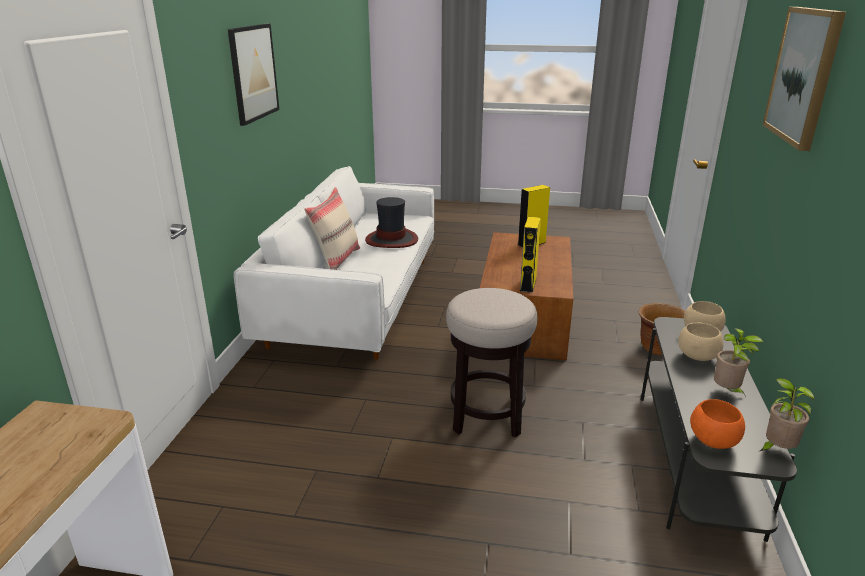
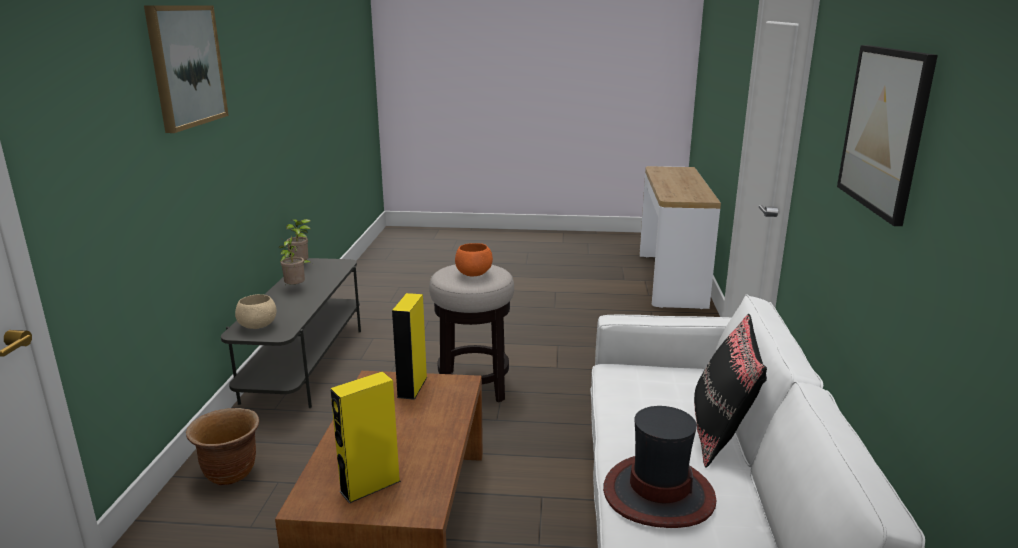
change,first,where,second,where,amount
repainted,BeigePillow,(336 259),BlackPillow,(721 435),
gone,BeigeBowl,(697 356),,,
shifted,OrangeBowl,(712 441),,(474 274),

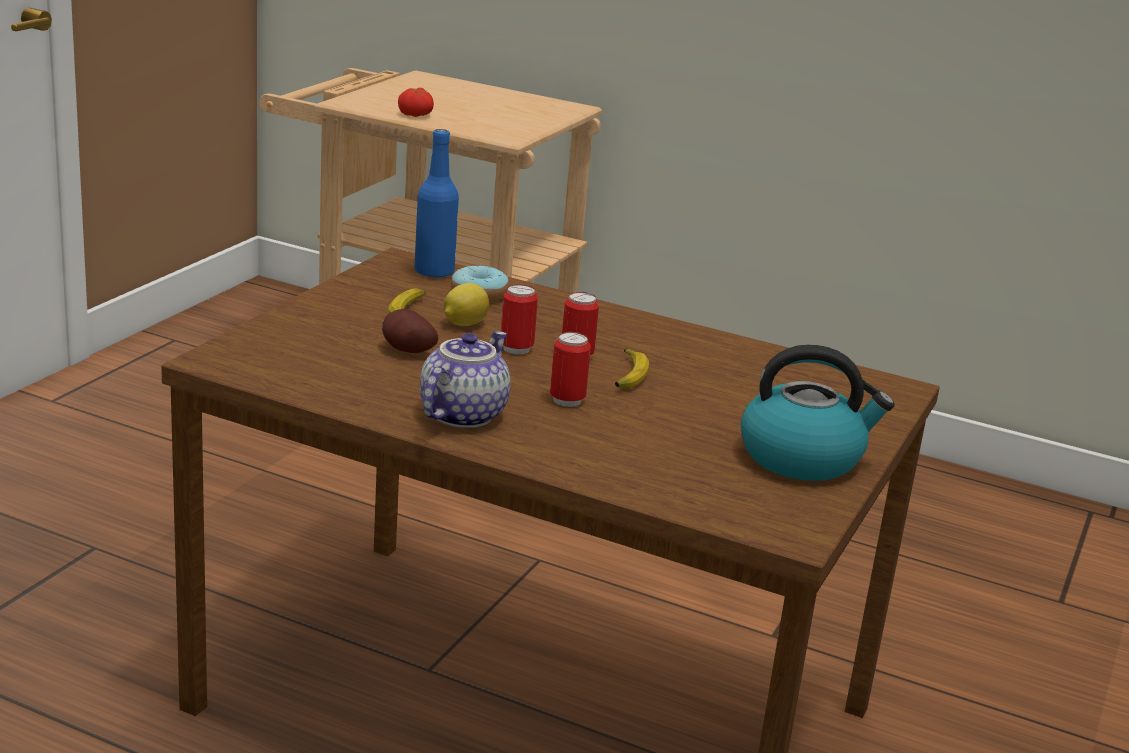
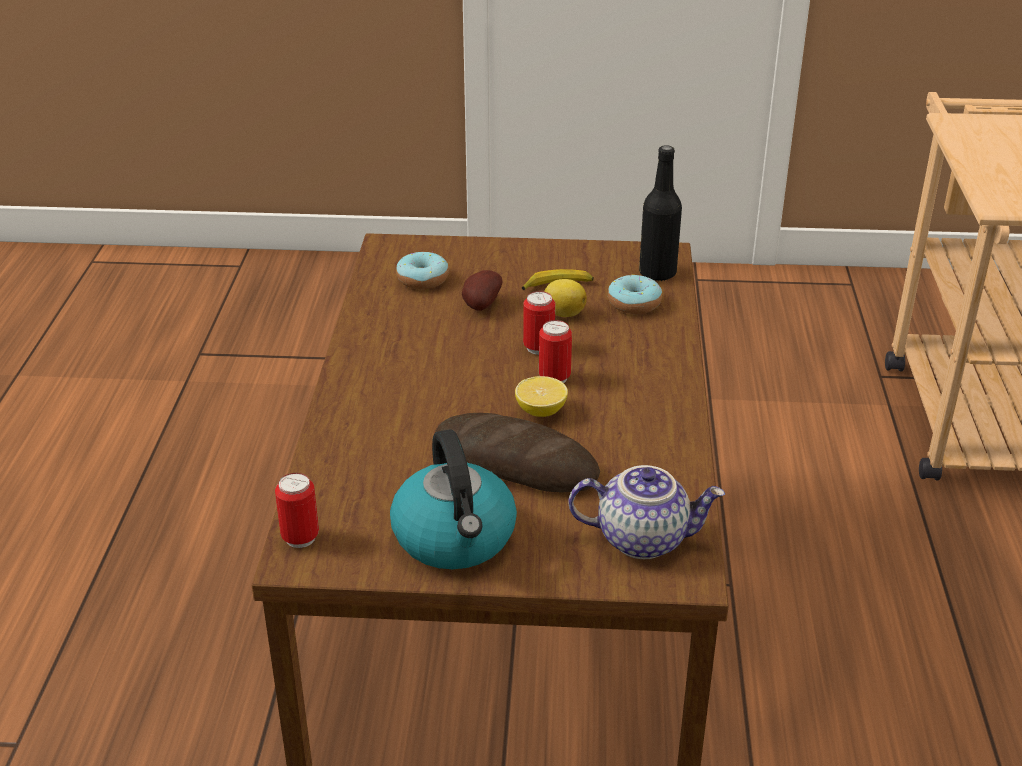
change,first,where,second,where,amount
gone,Tomato,(416 115),,,
repainted,BlueBottle,(434 272),BlackBottle,(657 273),
shifted,Teapot,(461 414),,(643 538),
shifted,Can,(567 400),,(300 538),
swapped,Banana,(628 376),Lemon,(541 411),
new,,,Donut,(422 279),
new,,,Bread,(515 462),

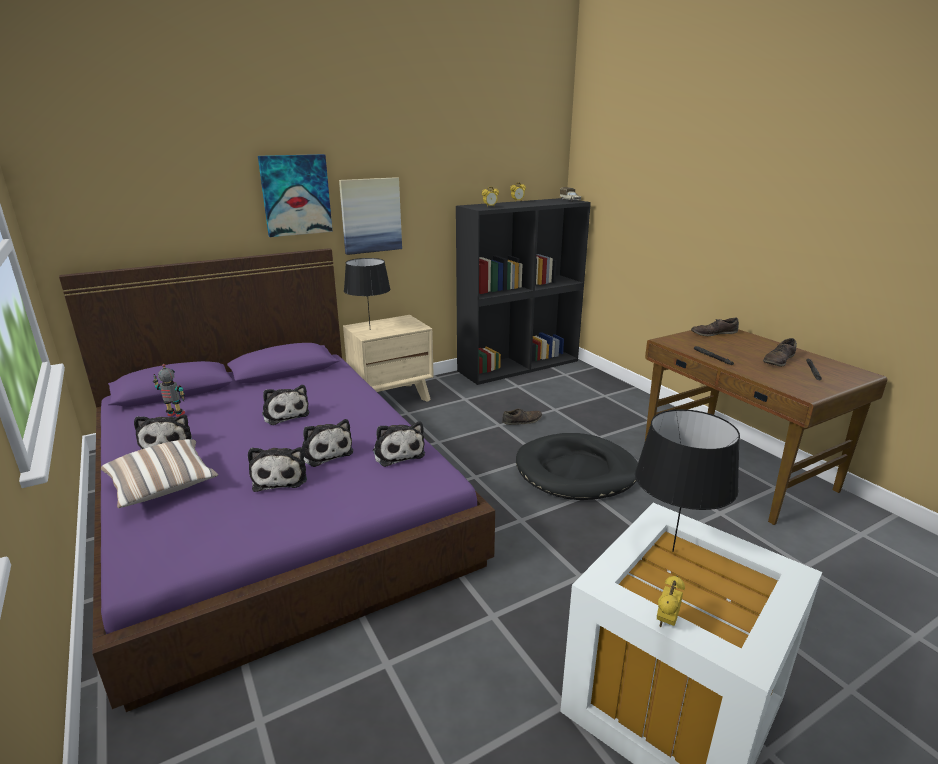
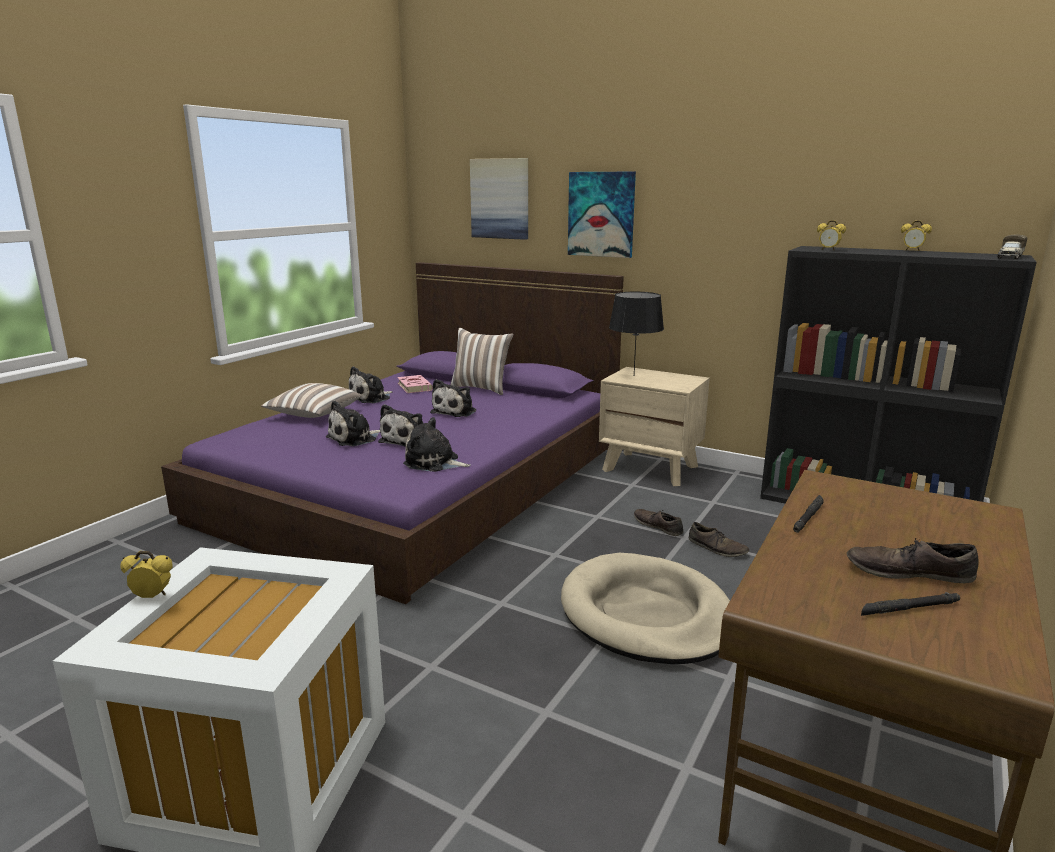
change,first,where,second,where,amount
shifted,Picture,(371 215),,(500 199),
shifted,BrownShoe,(713 333),,(658 526),
swapped,ToyRobot,(175 415),PinkBook,(414 387),
gone,BlackTableLamp,(673 551),,,
rotated,PlushToy,(398 452),,(434 463),75 degrees clockwise
repainted,BlackDogBed,(576 471),BeigeDogBed,(646 614),
new,,,Pillow,(481 388),

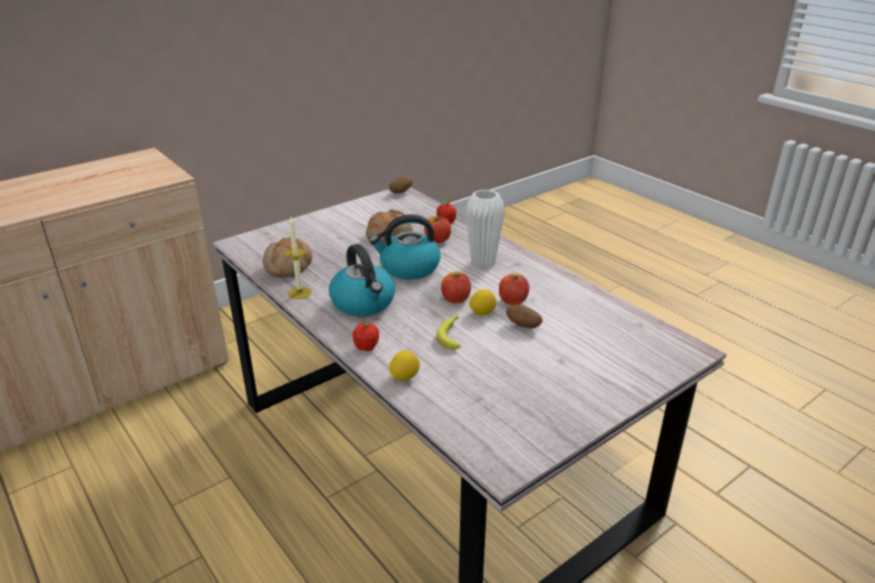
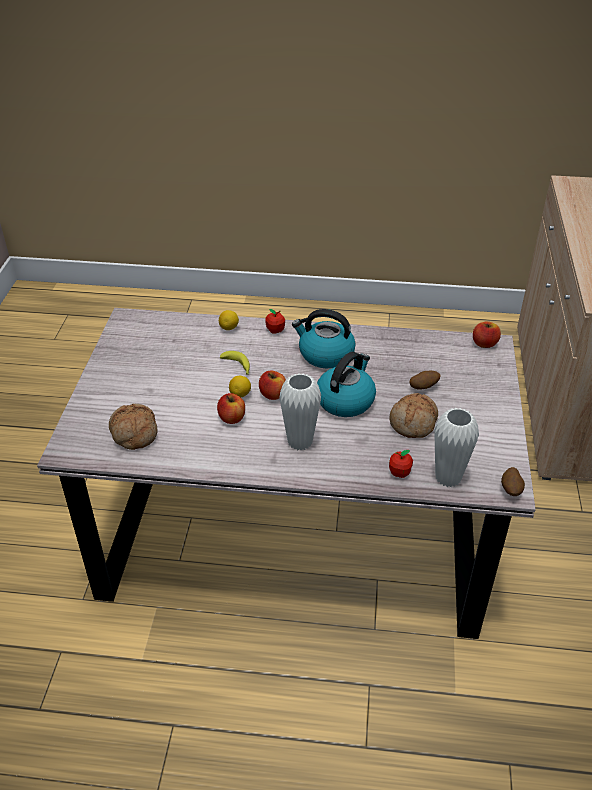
change,first,where,second,where,amount
shifted,Apple,(437 240),,(484 343),
gone,Candle,(300 293),,,
shifted,Bread,(289 267),,(133 433),
shifted,Potato,(523 326),,(423 387),
new,,,WhiteVase,(448 478),

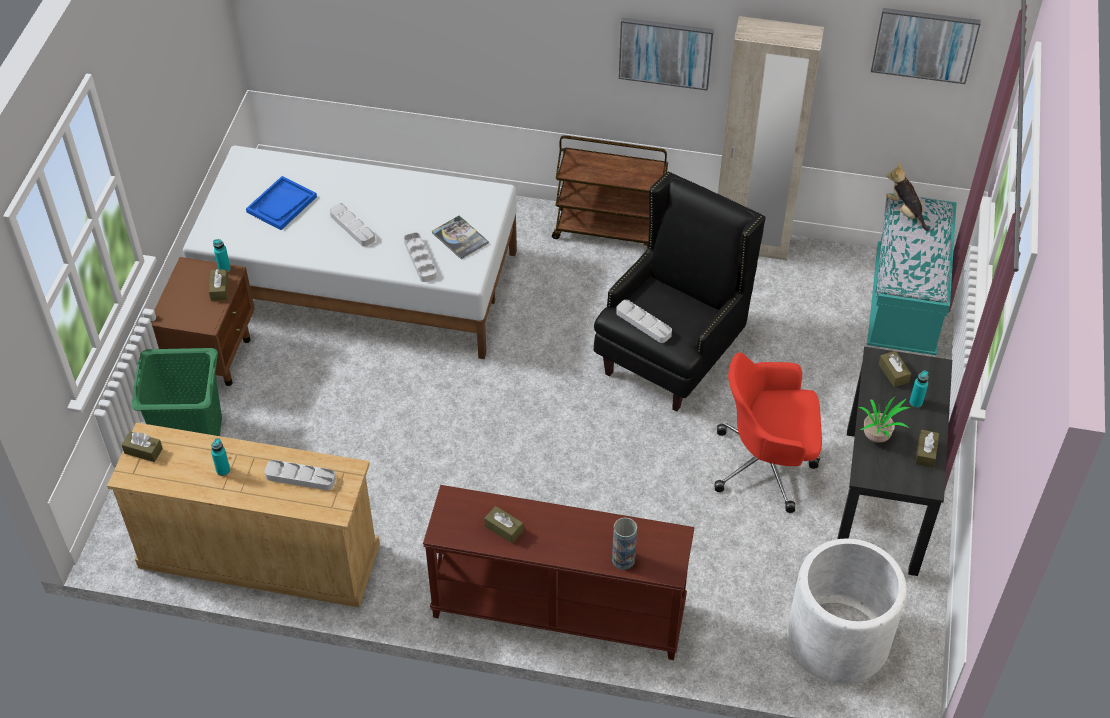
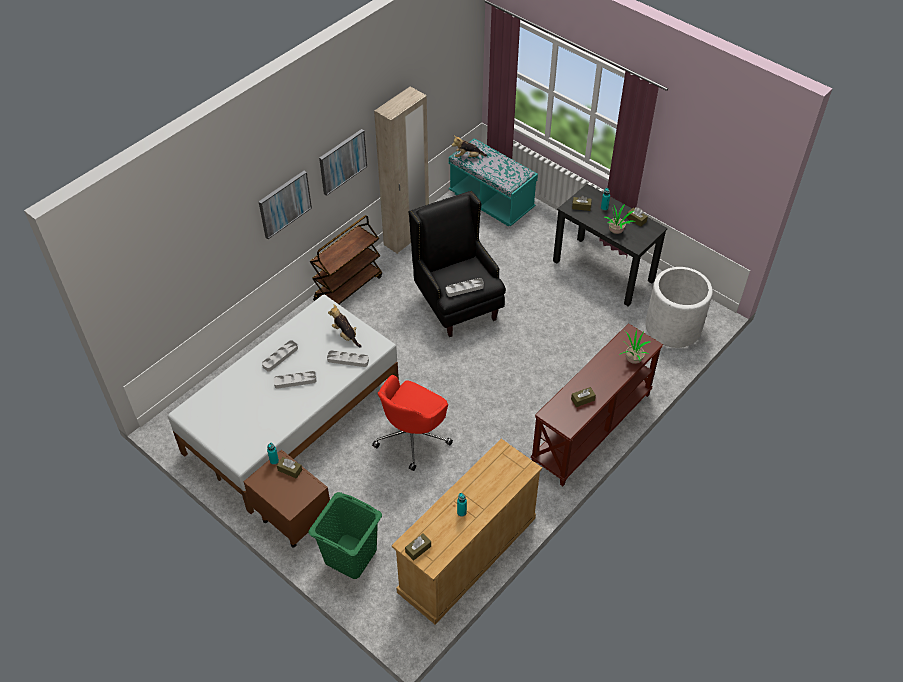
change,first,where,second,where,amount
shifted,Picture,(924 44),,(284 204),
gone,BlueTray,(281 204),,,
swapped,Book,(460 238),PlushToy,(345 335),
shifted,RedOfficeChair,(767 464),,(413 437),
shifted,GreyTray,(300 477),,(280 357),
swapped,Vase,(623 559),PottedPlant,(632 359),

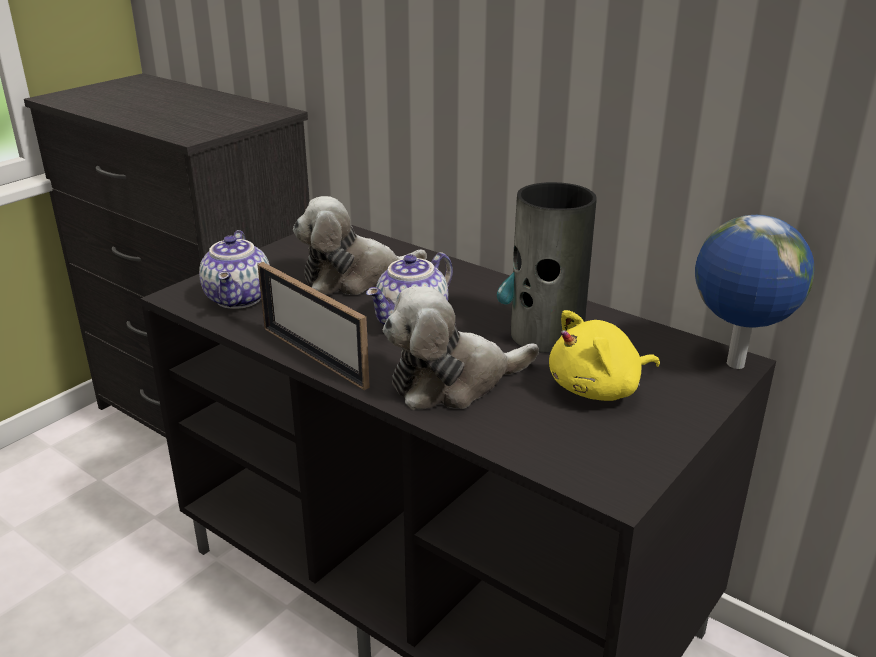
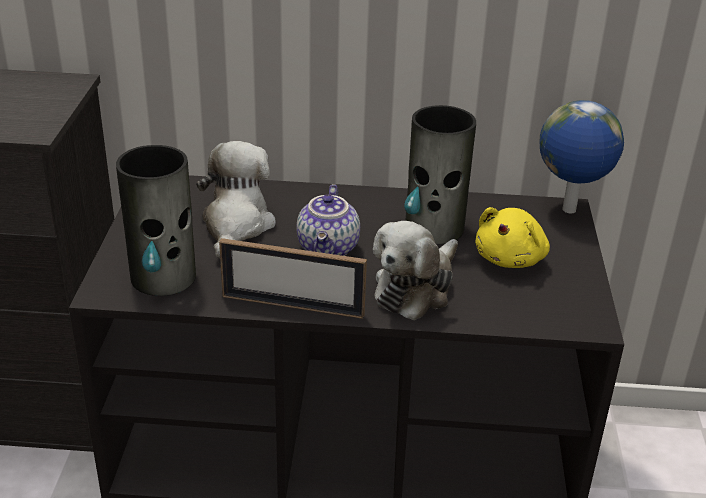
change,first,where,second,where,amount
rotated,PlushToy,(354 278),,(236 225),150 degrees clockwise
swapped,Teapot,(240 299),Vase,(164 277),

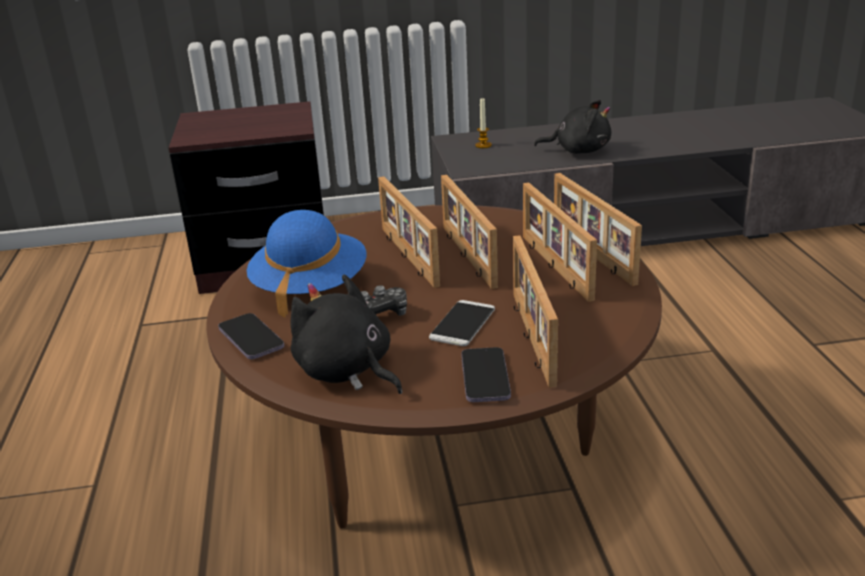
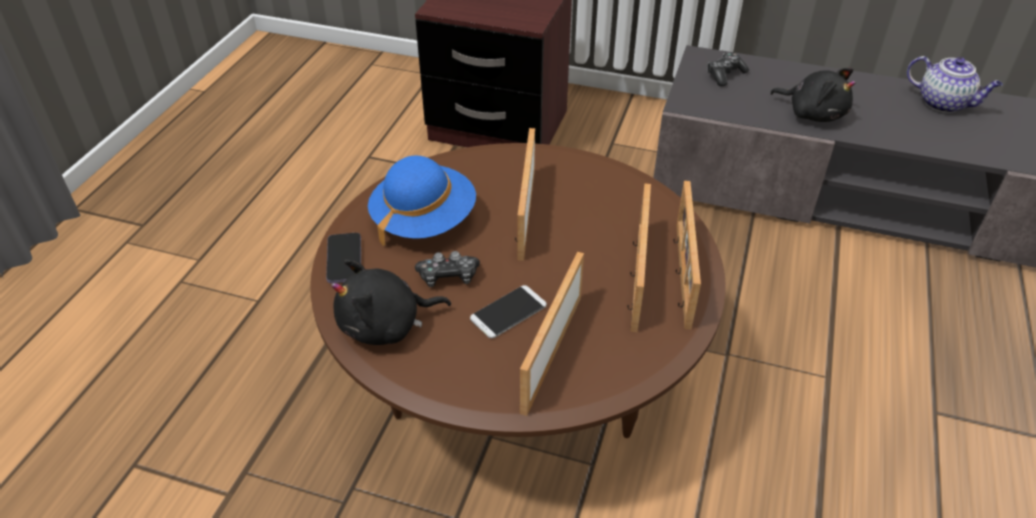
change,first,where,second,where,amount
swapped,Candle,(483 145),GameController,(725 75),
gone,PictureFrame,(466 256),,,
rotated,BlackPlushToy,(347 371),,(386 326),90 degrees counterclockwise
gone,Phone,(485 377),,,
new,,,Teapot,(944 103),

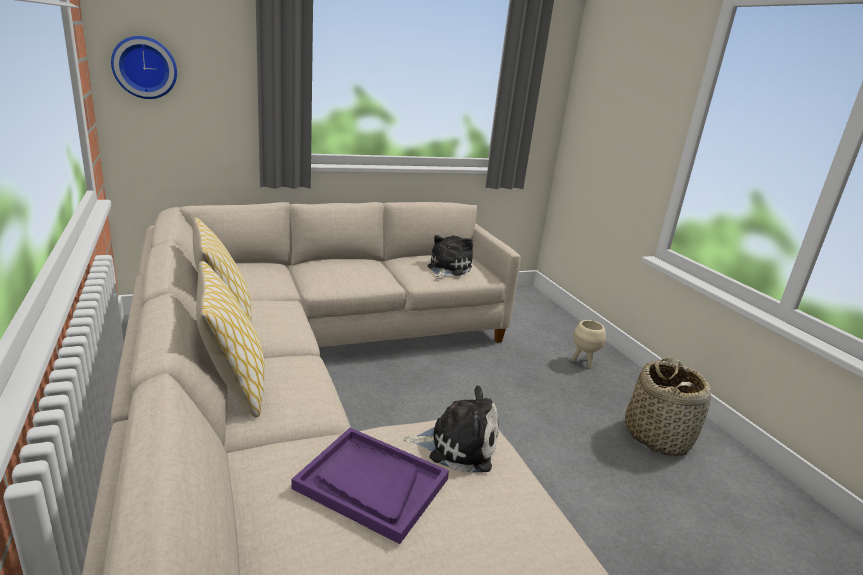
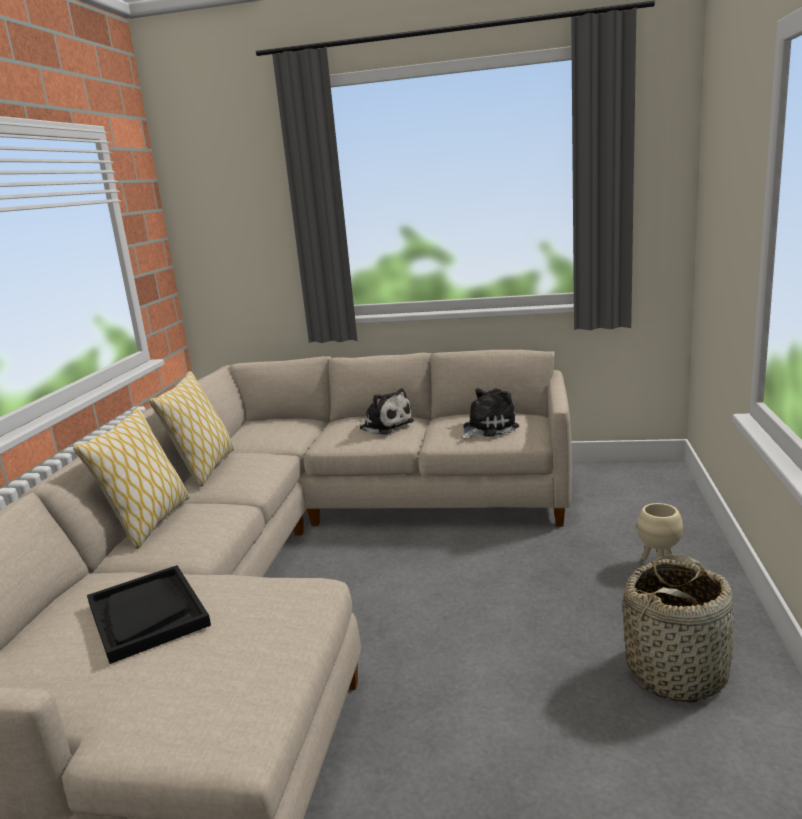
change,first,where,second,where,amount
gone,WallClock,(145 67),,,
shifted,PlushToy,(457 445),,(384 425),
repainted,PurpleTray,(371 484),BlackTray,(147 614),

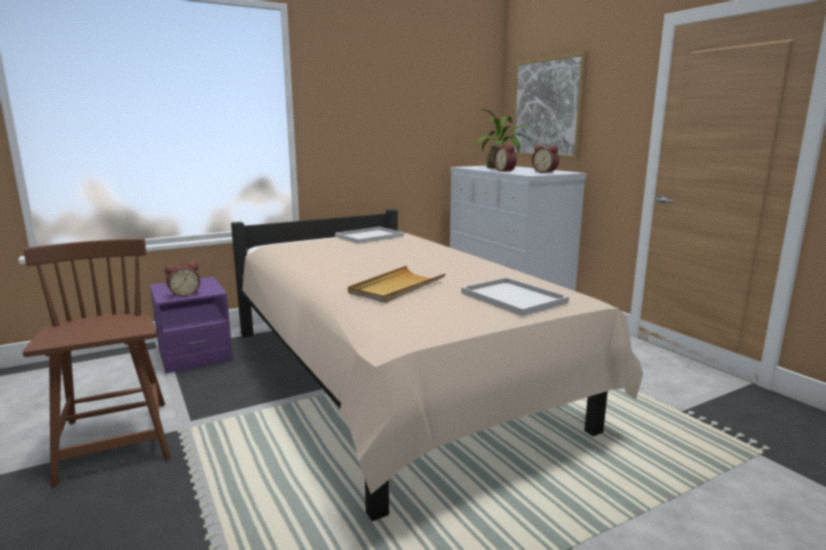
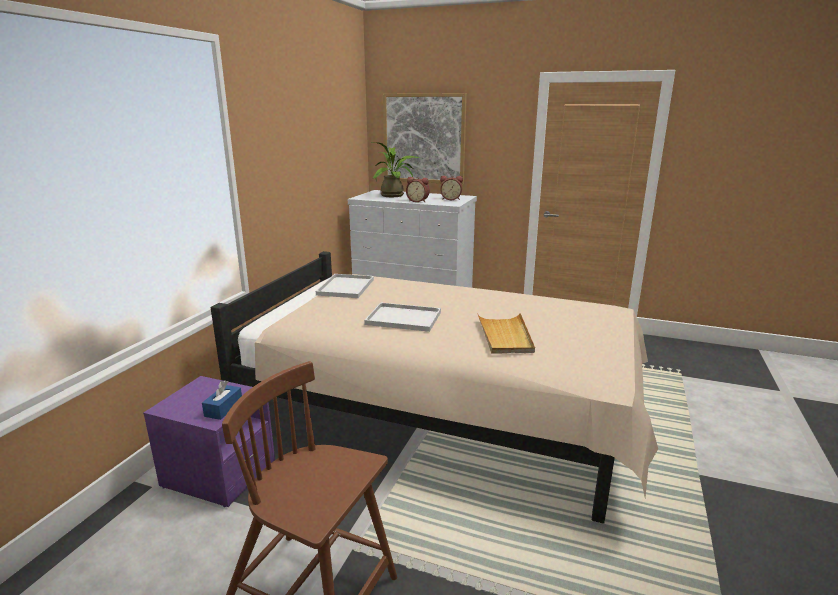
change,first,where,second,where,amount
swapped,AlarmClock,(184 294),BlueTissueBox,(223 408),
shifted,WhiteTray,(515 298),,(405 318),

